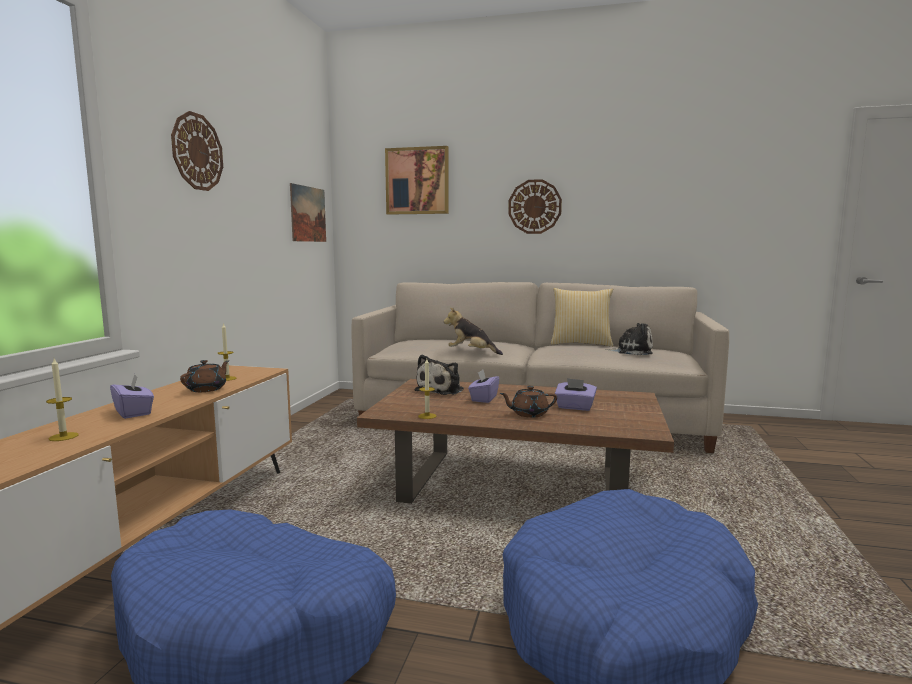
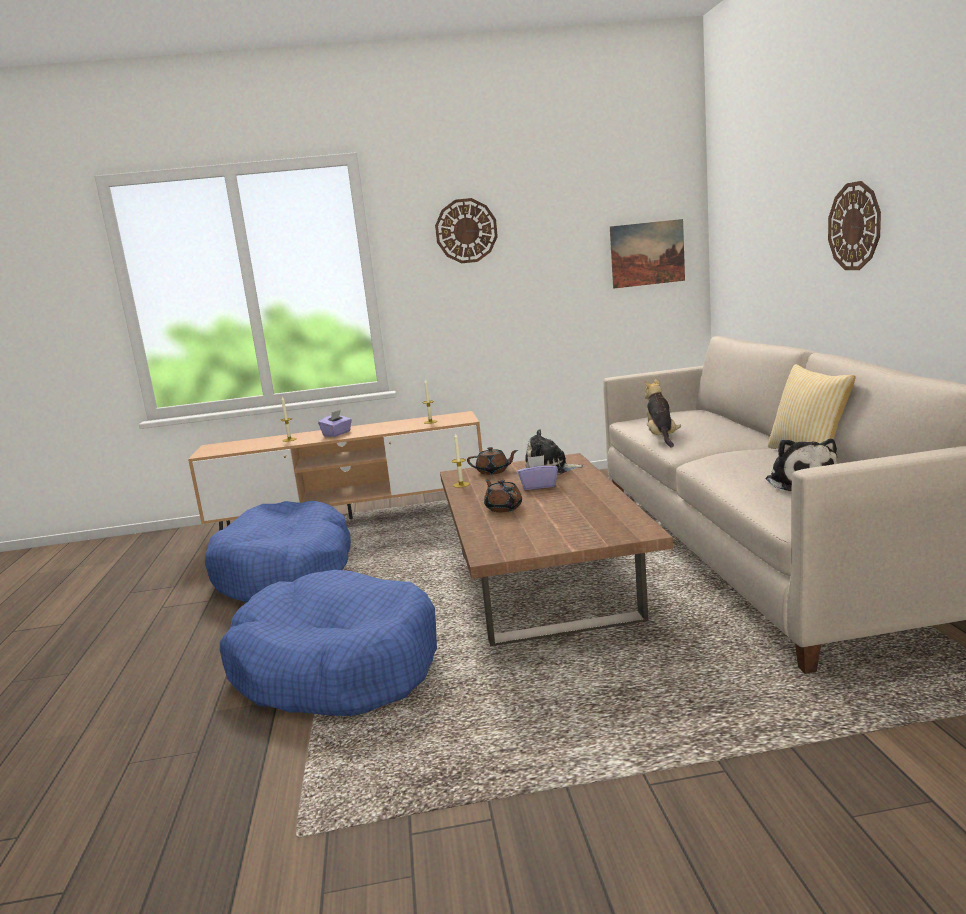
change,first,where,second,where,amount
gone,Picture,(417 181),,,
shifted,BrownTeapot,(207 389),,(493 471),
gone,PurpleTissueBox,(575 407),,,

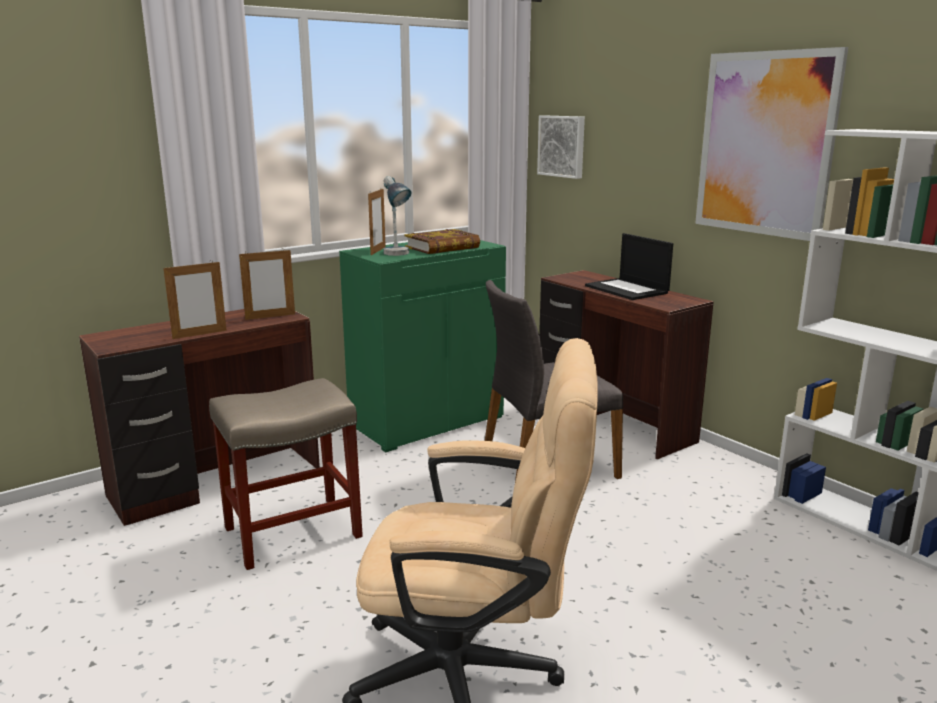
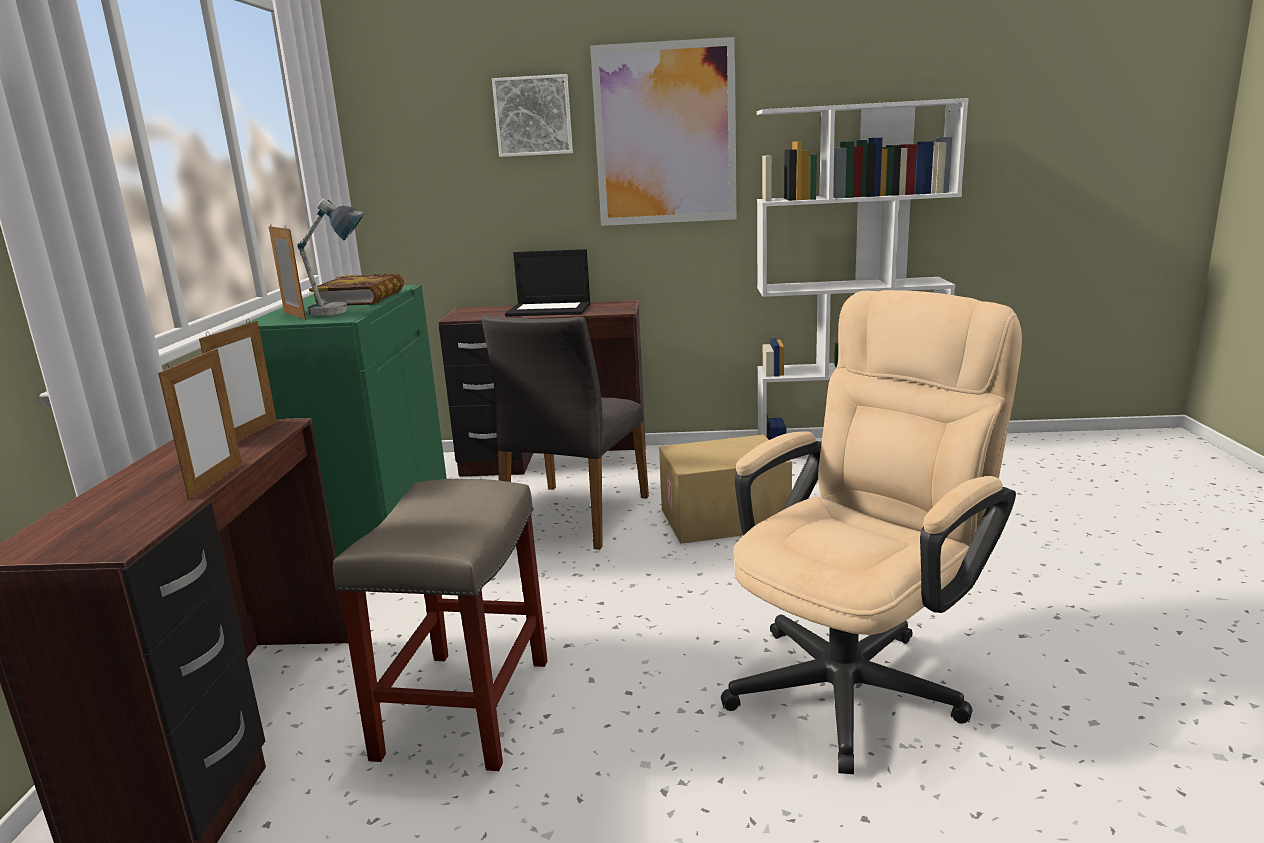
change,first,where,second,where,amount
shifted,Picture,(562 146),,(533 116),
new,,,CardboardBox,(724 520),

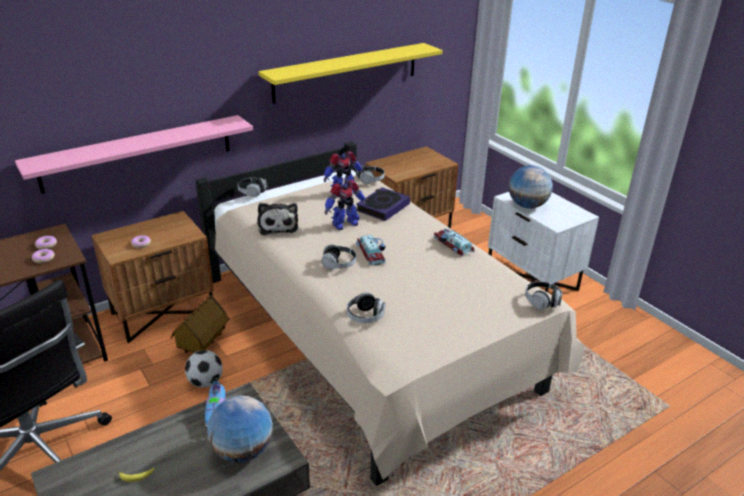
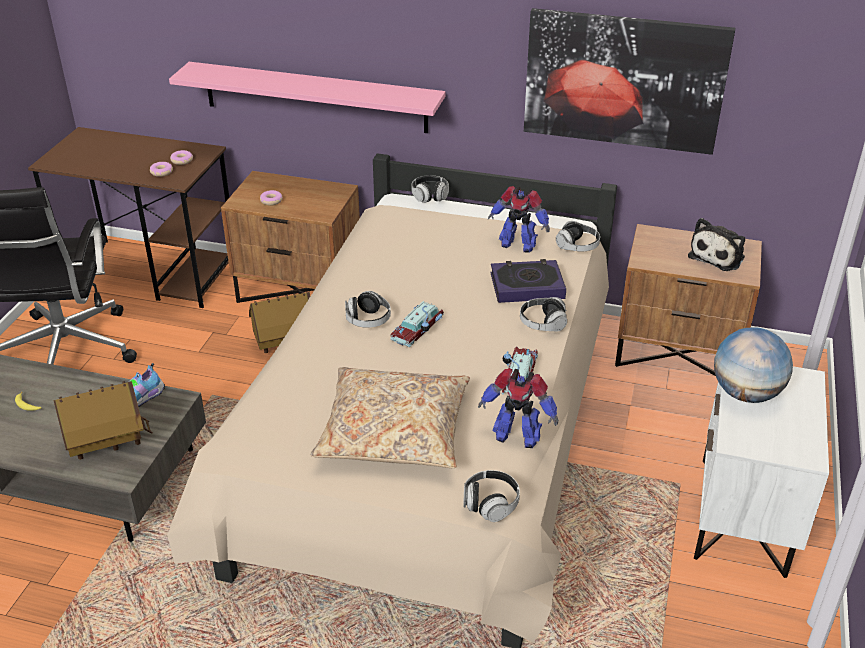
change,first,where,second,where,amount
swapped,YellowShelf,(346 72),Picture,(624 80),
shifted,ToyRobot,(344 224),,(516 435),
shifted,PlushToy,(278 226),,(718 256),
shifted,Headphones,(365 316),,(542 323),
gone,Football,(205 382),,,
swapped,Globe,(242 451),ToyHouse,(107 444),
new,,,BeigePillow,(394 431),

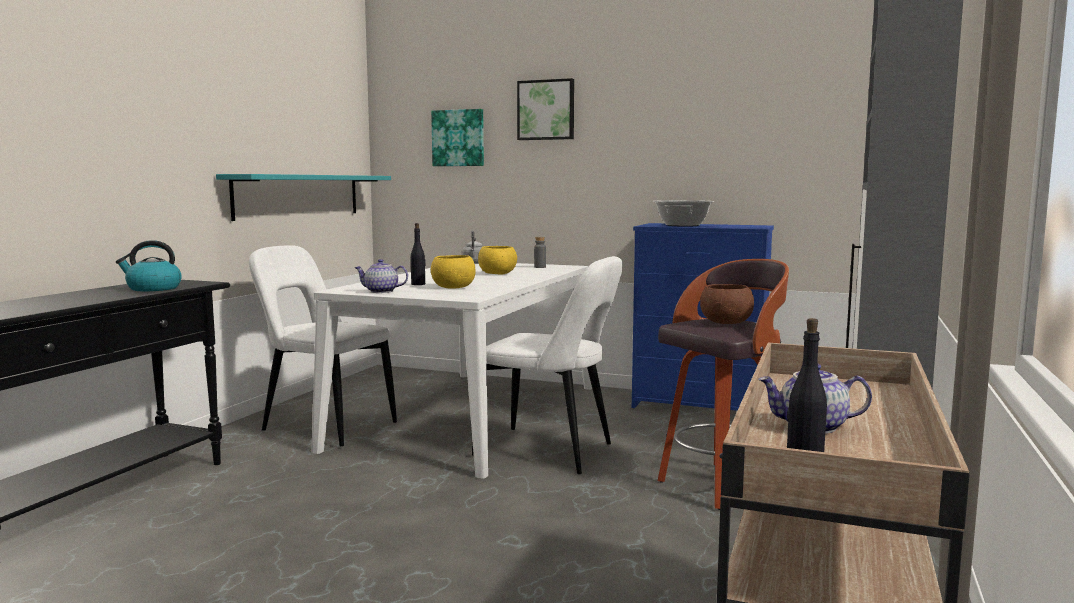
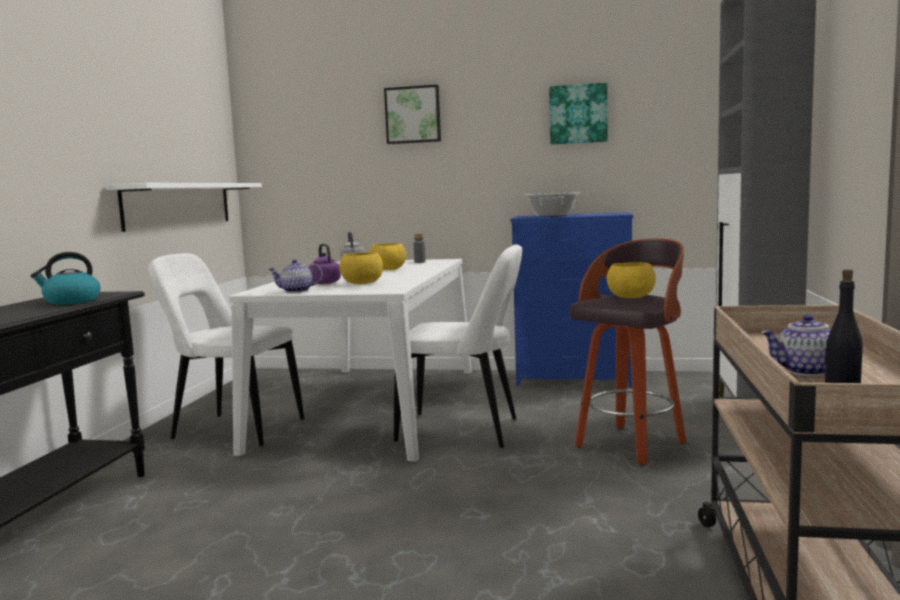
change,first,where,second,where,amount
shifted,Picture,(458 138),,(578 114),
repainted,TurquoiseShelf,(299 196),WhiteShelf,(179 205),
swapped,BlackBottle,(418 284),PurpleKettle,(324 283),
repainted,BrownBowl,(726 322),YellowBowl,(631 297),

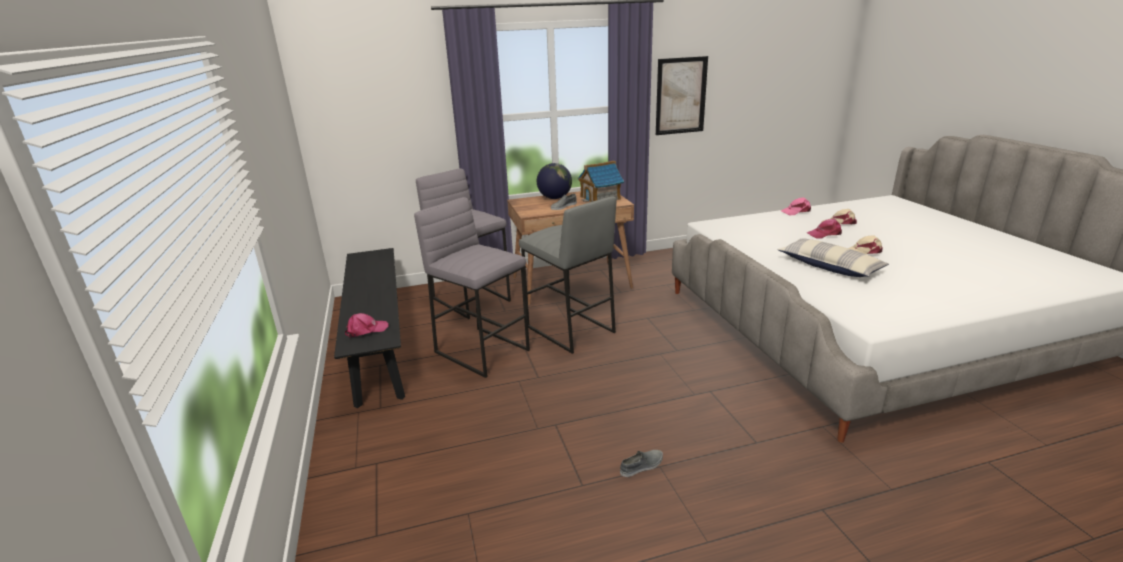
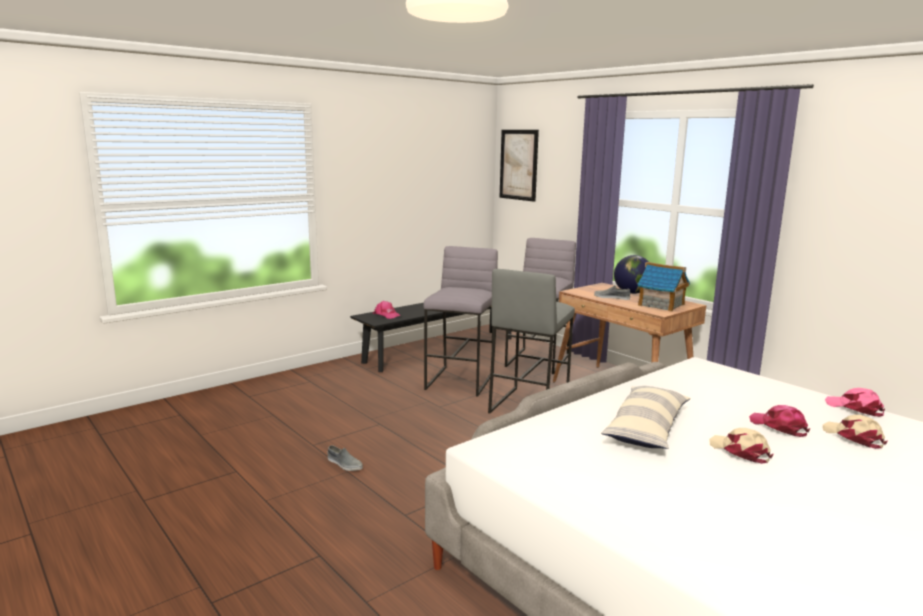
change,first,where,second,where,amount
shifted,Picture,(681 96),,(518 165),

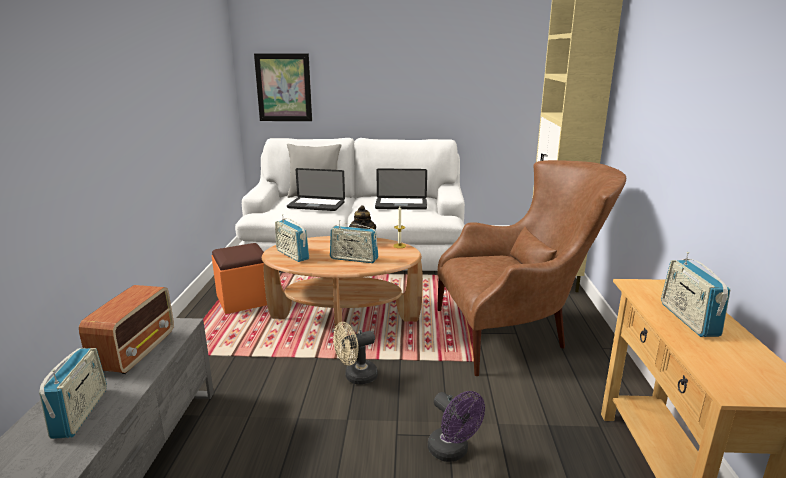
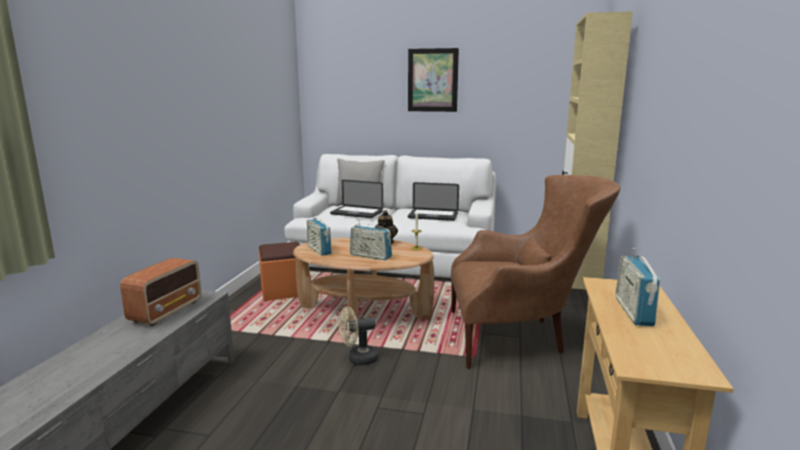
change,first,where,second,where,amount
shifted,Picture,(284 87),,(432 80),
gone,Radio,(81 413),,,
gone,PurpleFan,(452 452),,,

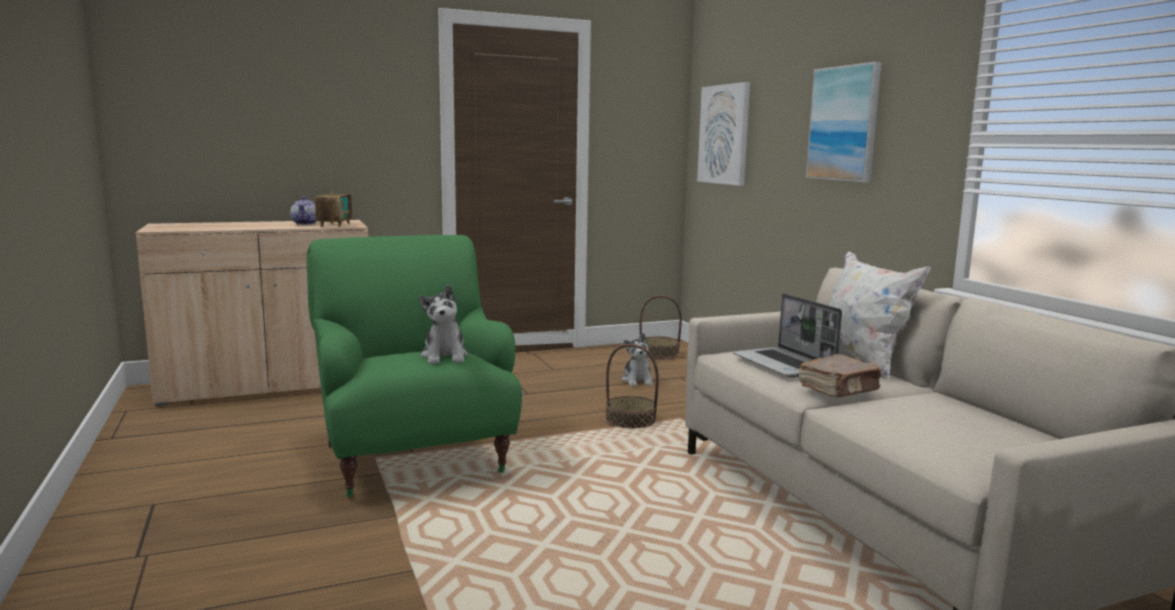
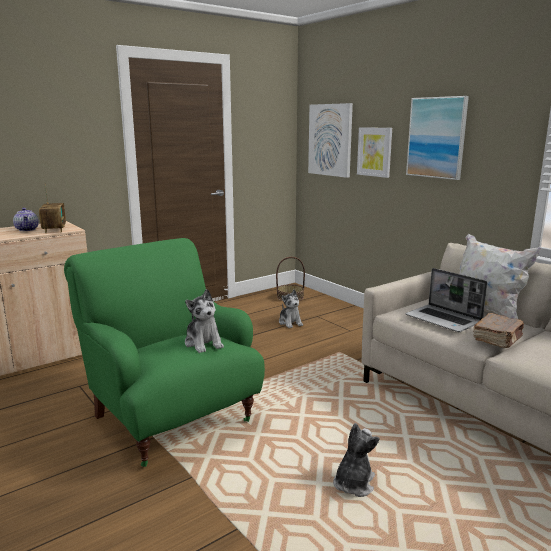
change,first,where,second,where,amount
gone,Basket,(630 420),,,
new,,,Picture,(375 152),
new,,,PlushToy,(353 484),

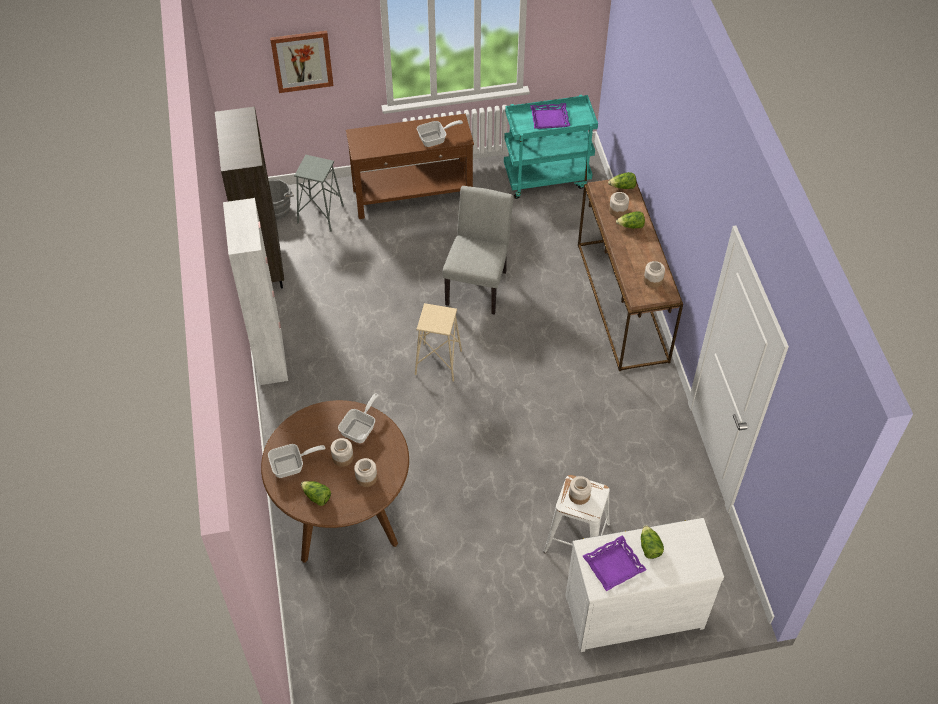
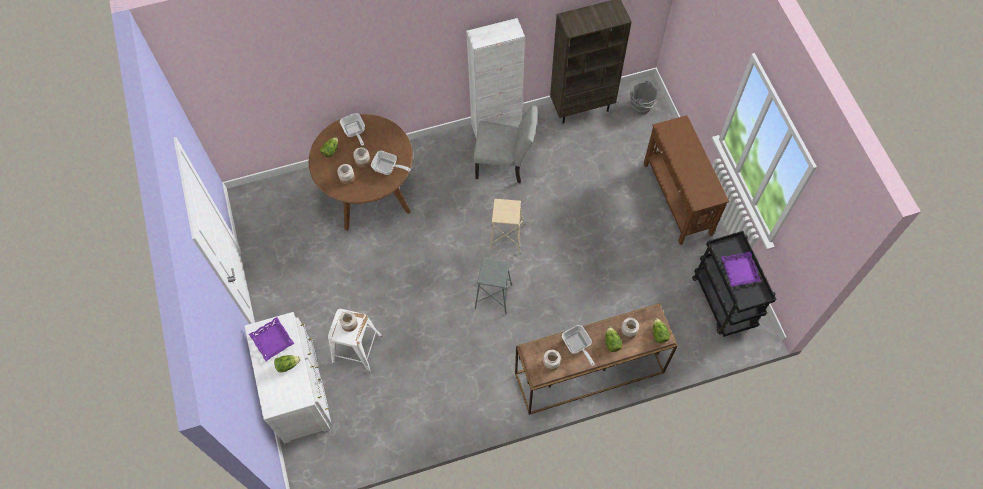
change,first,where,second,where,amount
gone,Picture,(302 61),,,
repainted,TurquoiseCart,(547 178),BlackCart,(724 302),
shifted,FryingPan,(435 139),,(577 346),
shifted,GreyStool,(320 215),,(493 296),
shifted,GreyChair,(478 283),,(505 165),

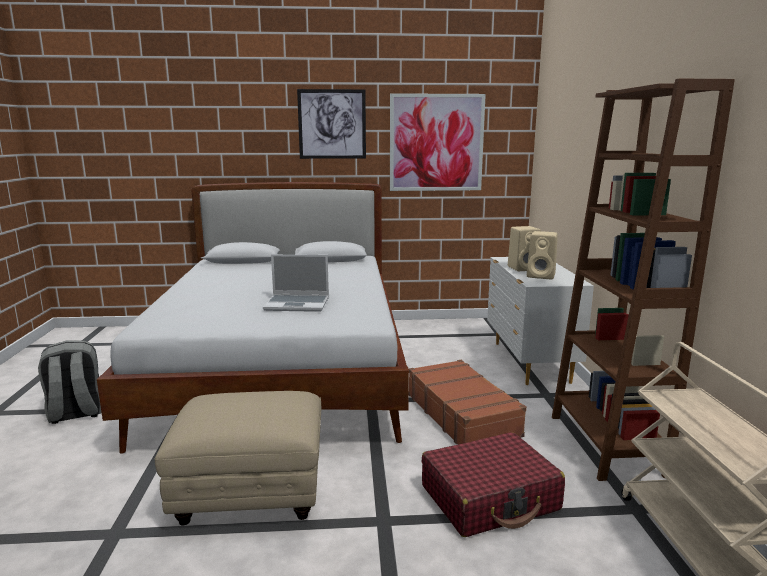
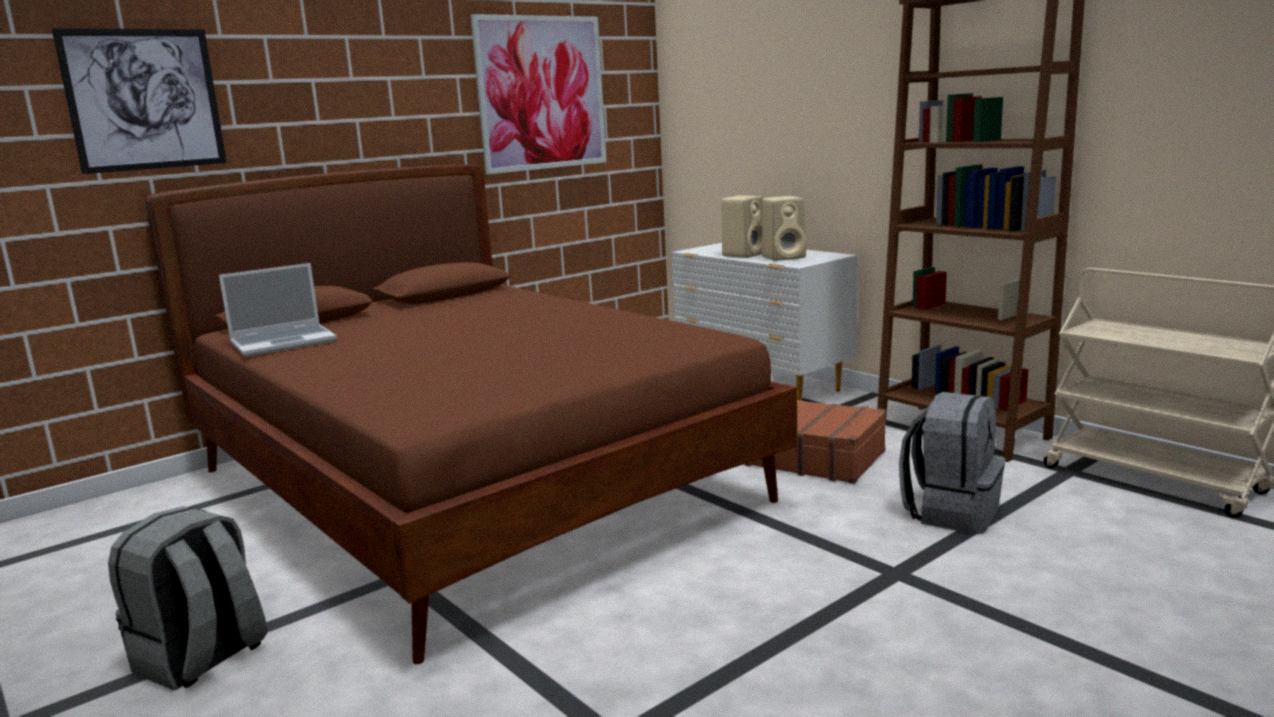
change,first,where,second,where,amount
shifted,Picture,(332 124),,(144 99),
repainted,WhiteBed,(283 372),BrownBed,(471 487),
shifted,Laptop,(298 304),,(284 342),
gone,BeigeOttoman,(252 494),,,
swapped,RedSuitcase,(490 498),GreyBackpack,(951 512),

